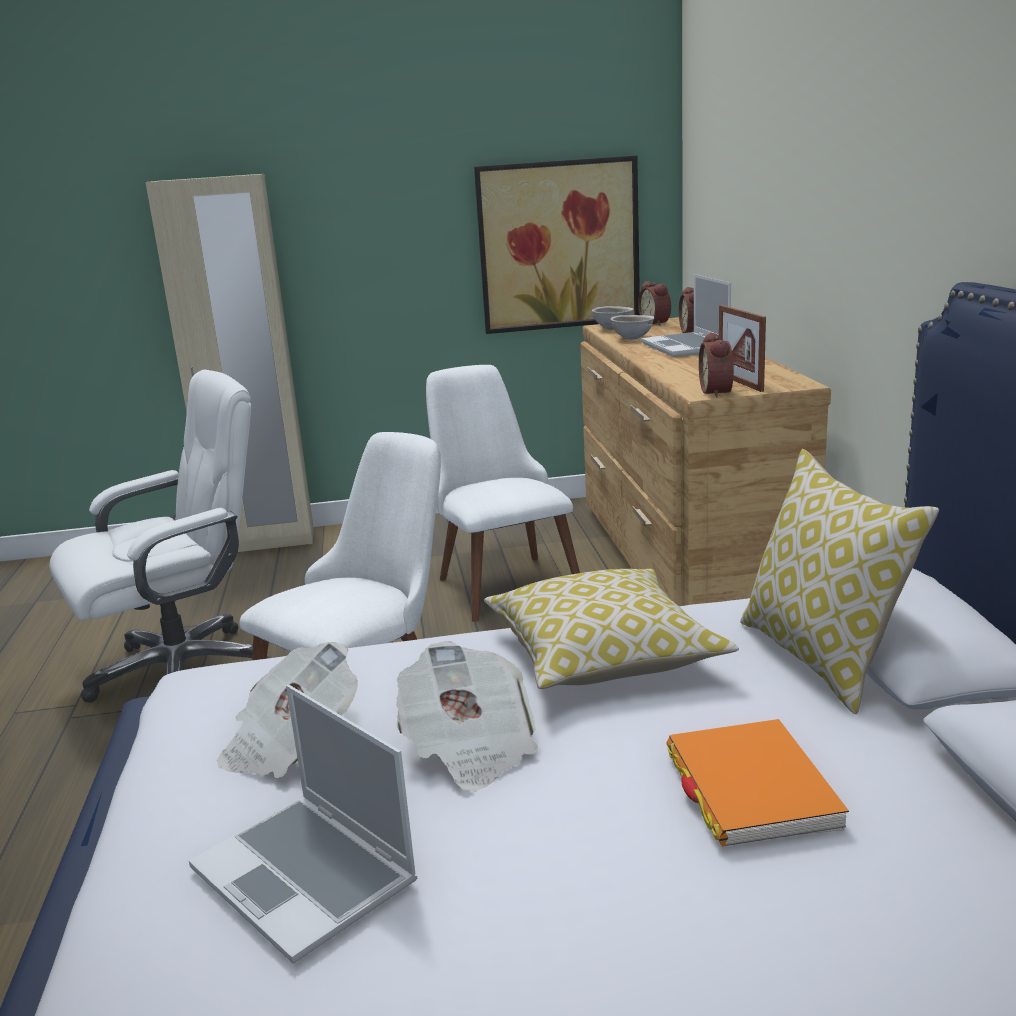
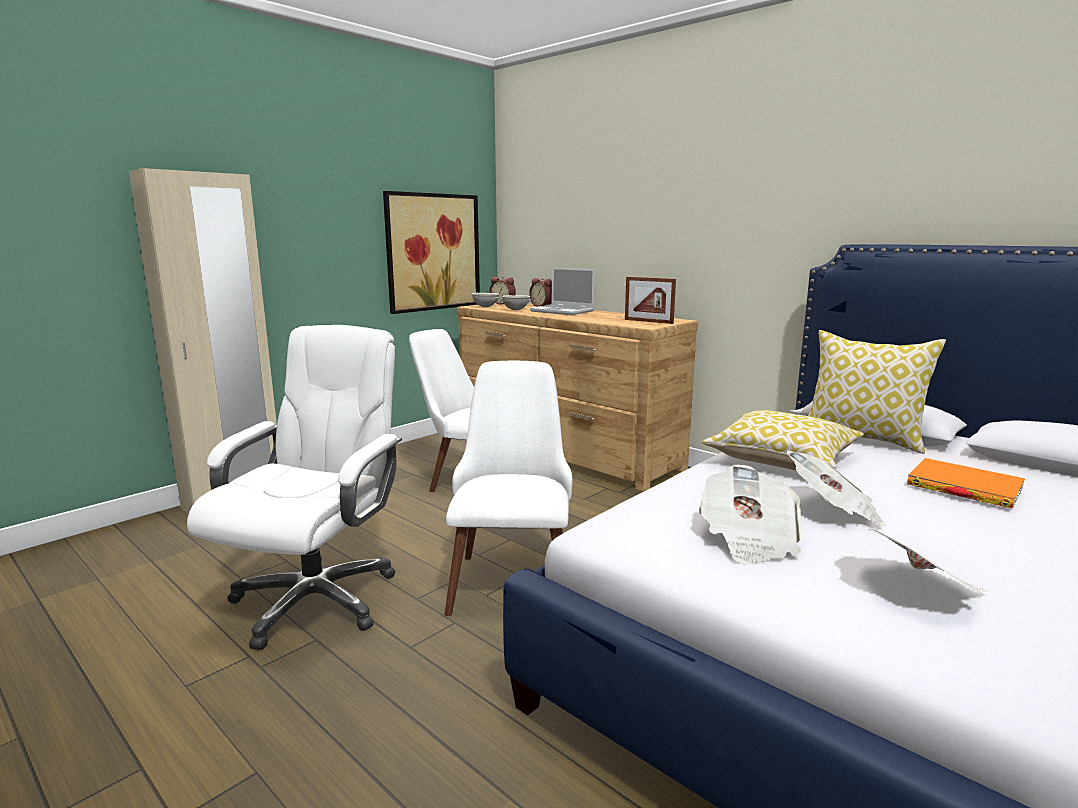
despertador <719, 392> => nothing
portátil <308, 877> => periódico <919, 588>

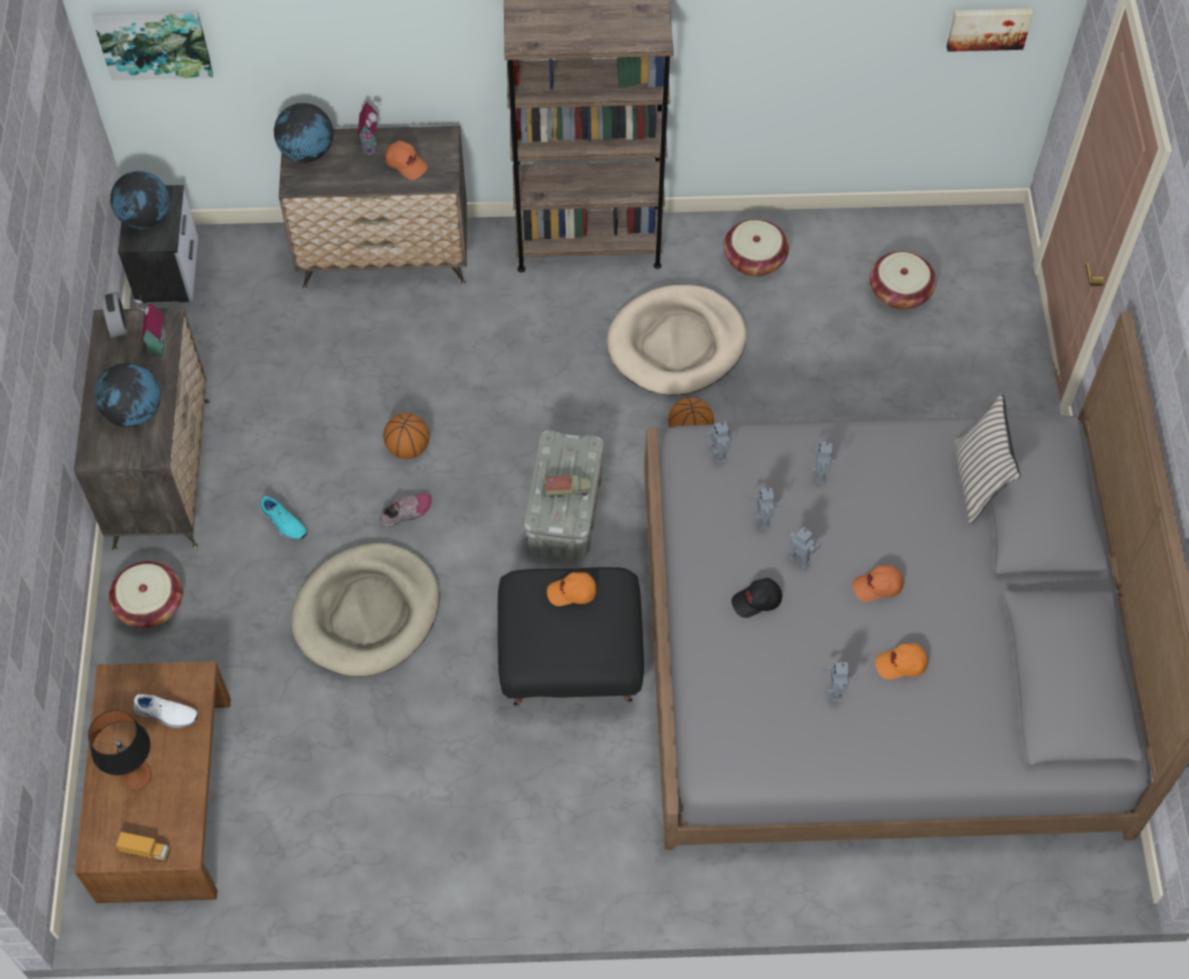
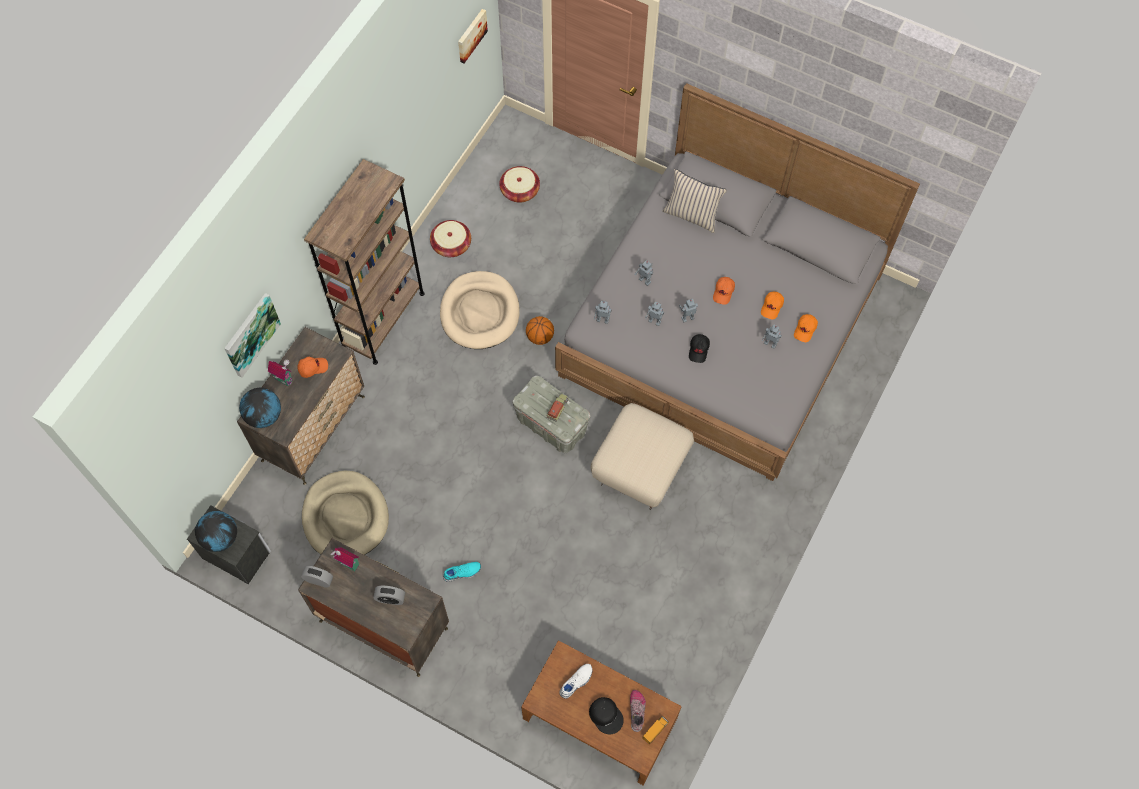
cuadro <154, 42> => cuadro <250, 334>, shifted
globo terráqueo <134, 413> => despertador <390, 598>
balón de baloncesto <408, 448> => nothing
zapato <406, 513> => zapato <637, 711>, shifted
cama para perro (beis) <367, 613> => cama para perro (beis) <345, 517>, shifted
cesta <150, 604> => nothing
puf (negro) <571, 661> => puf (beis) <641, 468>
gorra (naranja) <572, 593> => gorra (naranja) <805, 330>, shifted
lámpara de mesa <137, 776> => gorra (negro) <606, 715>

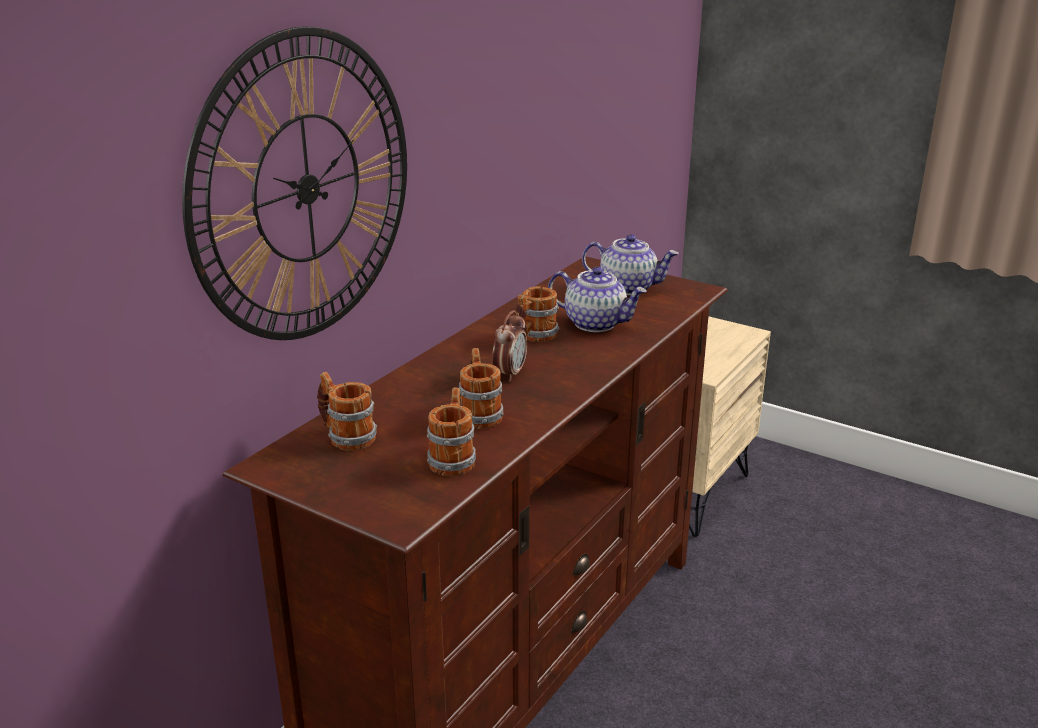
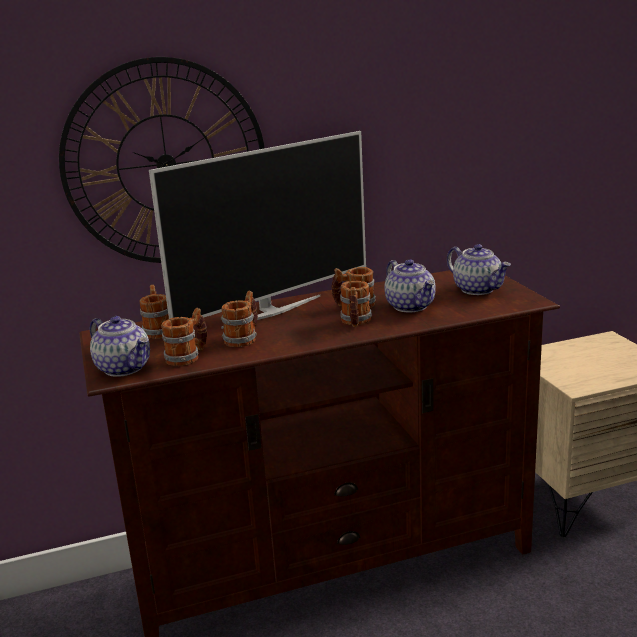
despertador <510, 374> => nothing
nothing => televisor <271, 311>
nothing => taza grande <355, 322>
nothing => tetera <124, 368>

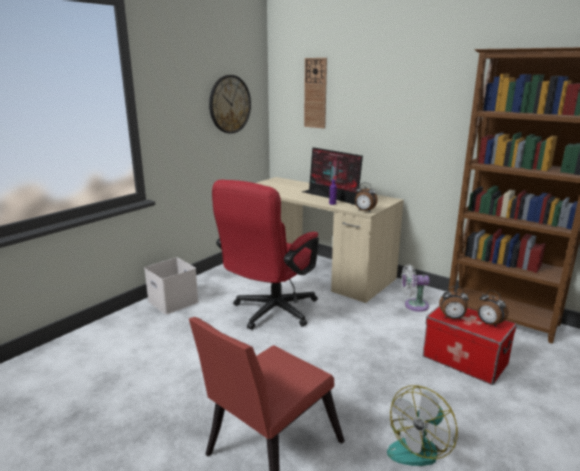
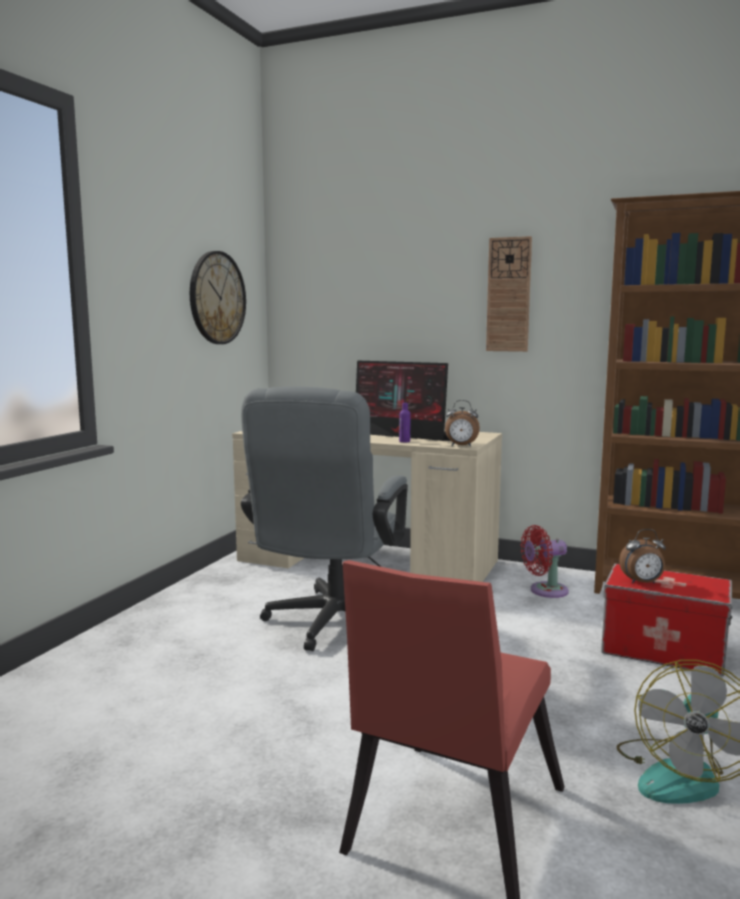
reloj de pared <315, 93> => reloj de pared <508, 295>, shifted
silla de oficina (rojo) <270, 313> => silla de oficina (gris) <330, 625>
caja de almacenaje (blanco) <172, 301> => nothing
ventilador (blanco) <413, 305> => ventilador (rojo) <545, 591>
despertador <489, 324> => nothing

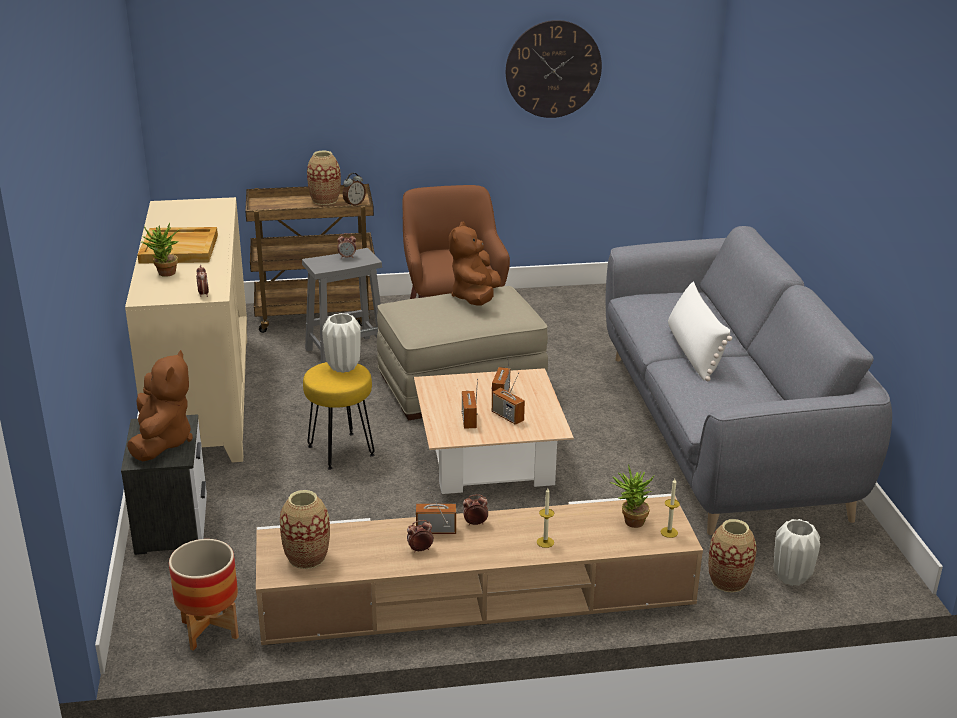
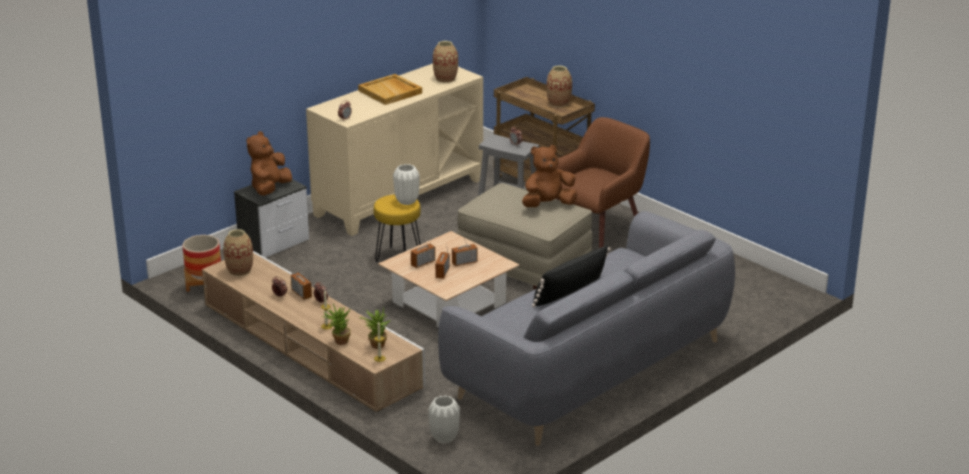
reloj de pared <553, 69> => nothing
despertador <354, 204> => nothing
planta en maceta <164, 274> => planta en maceta <338, 341>, shifted
cojín (blanco) <694, 352> => cojín (negro) <569, 292>
peluche (marrón) <162, 442> => peluche (marrón) <269, 189>, 150 degrees clockwise
florero <728, 581> => florero <445, 79>, shifted

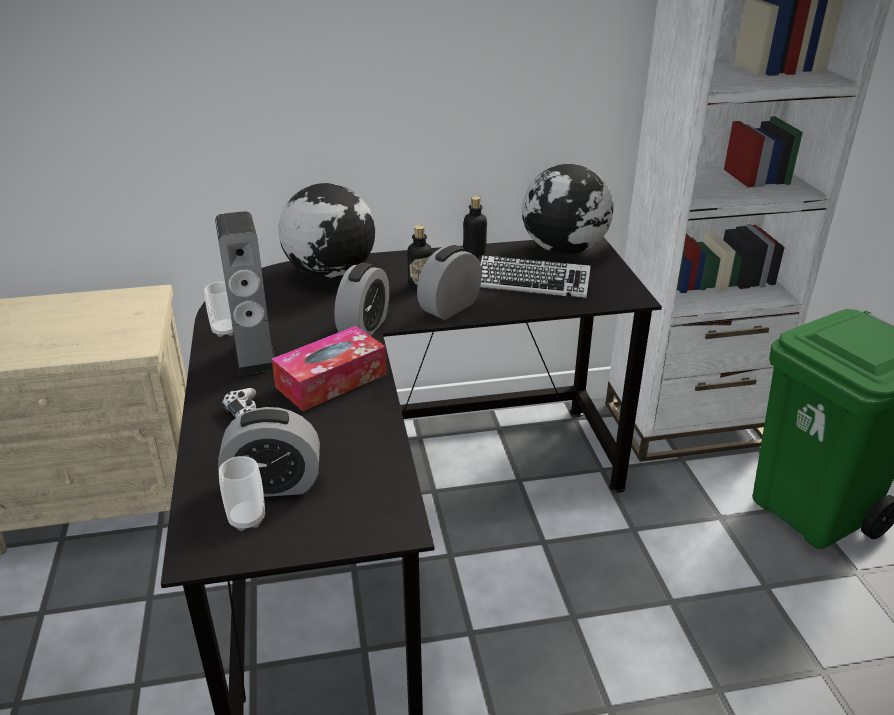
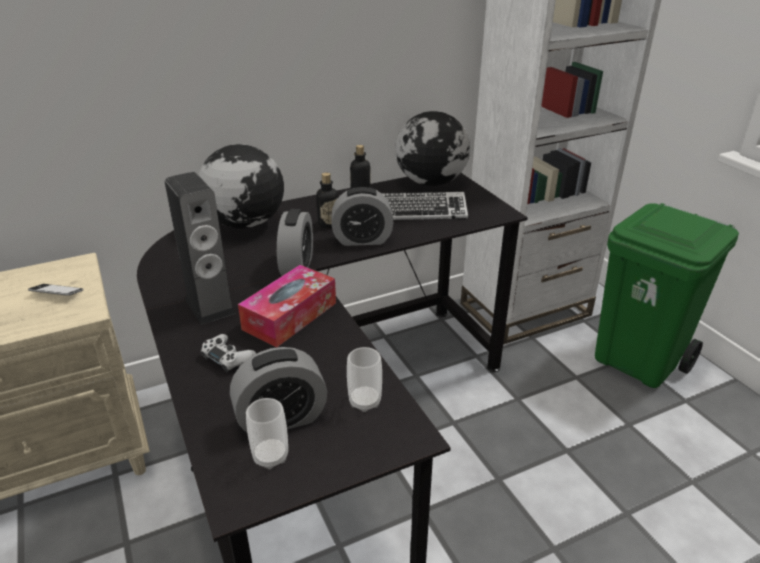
despertador <449, 307> => despertador <362, 240>, 120 degrees counterclockwise
taza <225, 331> => taza <364, 401>, shifted
nothing => móvil <57, 293>

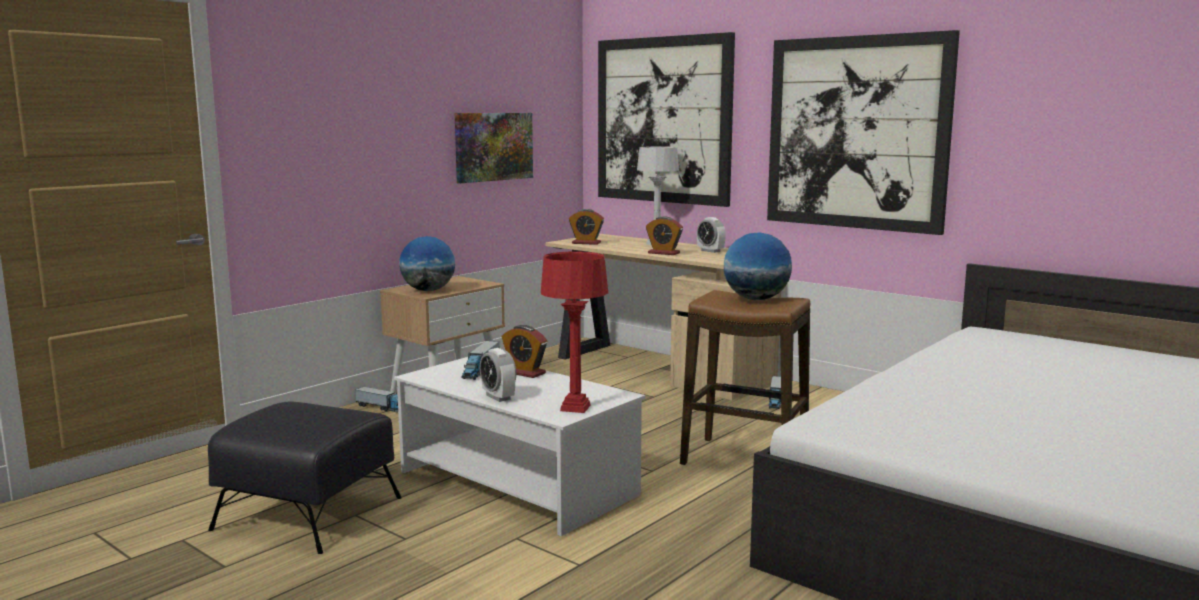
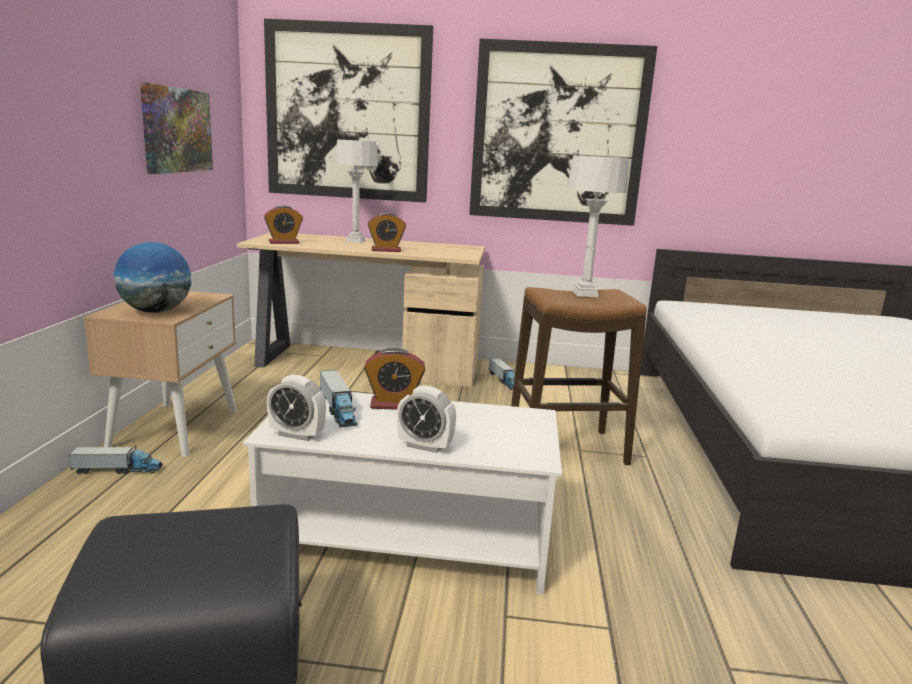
despertador <710, 251> => despertador <297, 435>, shifted
globo terráqueo <756, 299> => lámpara de mesa (gris) <585, 294>
lámpara de mesa (rojo) <575, 408> => nothing

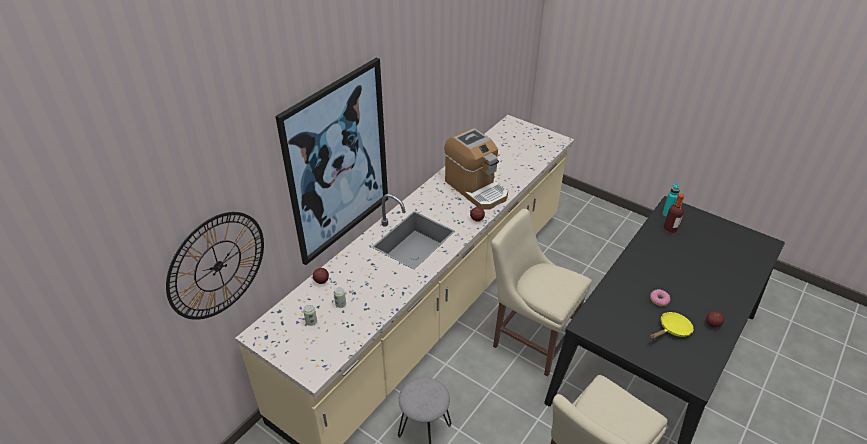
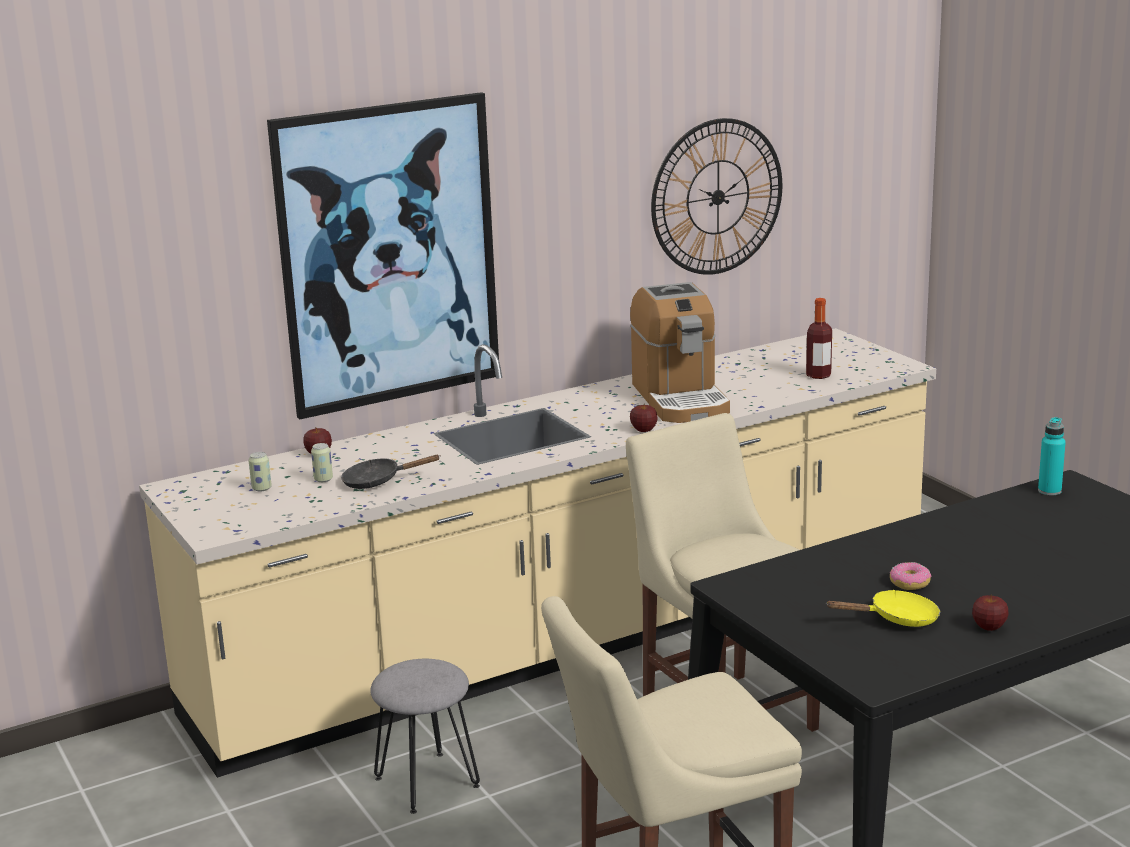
botella <670, 229> => botella <818, 375>, shifted
reloj de pared <217, 266> => reloj de pared <717, 197>, shifted
nothing => sartén (negro) <378, 481>

